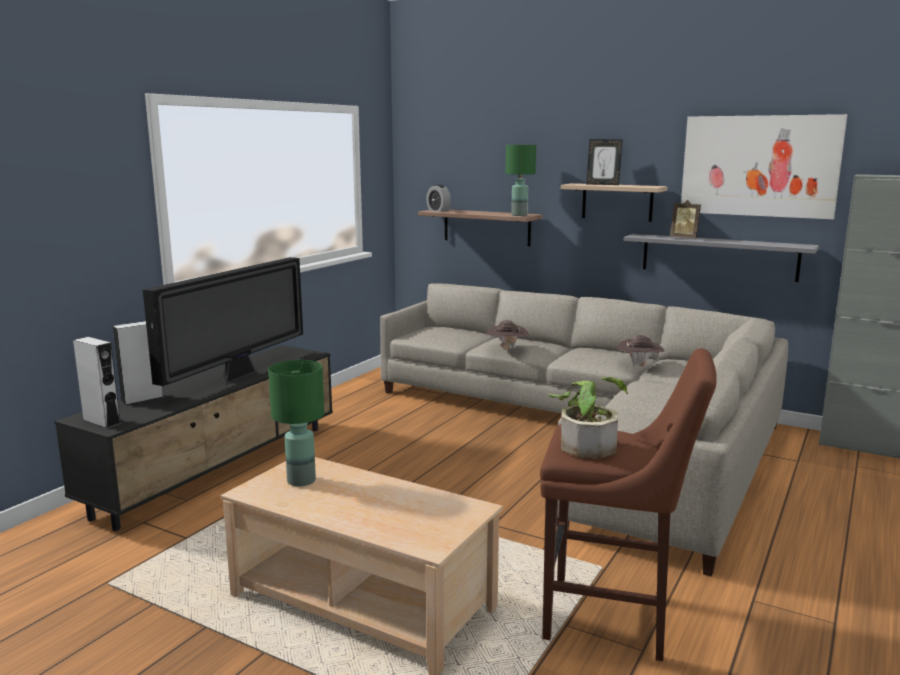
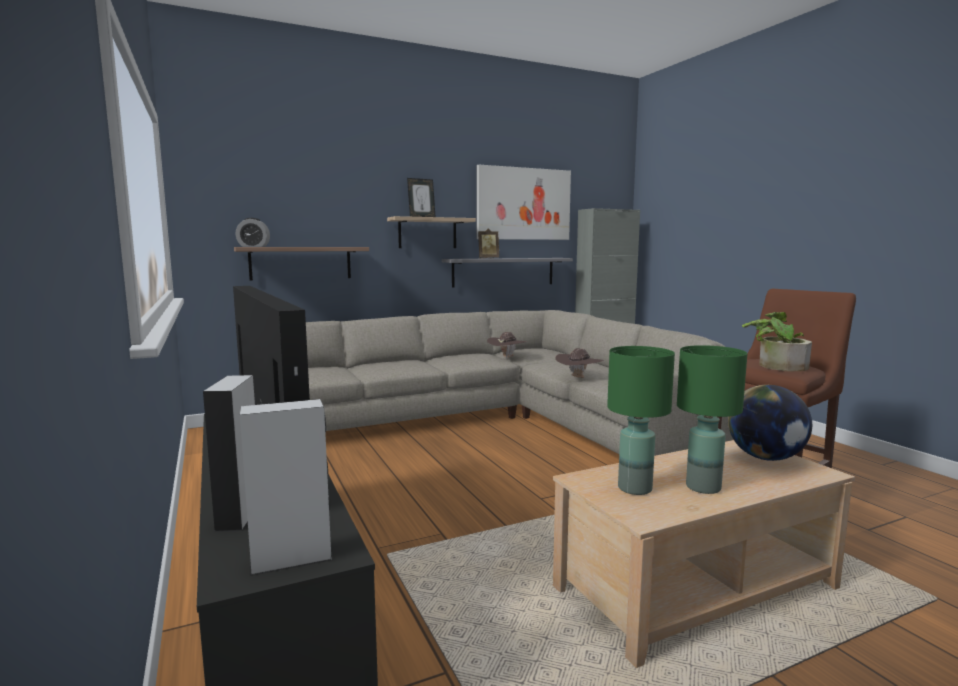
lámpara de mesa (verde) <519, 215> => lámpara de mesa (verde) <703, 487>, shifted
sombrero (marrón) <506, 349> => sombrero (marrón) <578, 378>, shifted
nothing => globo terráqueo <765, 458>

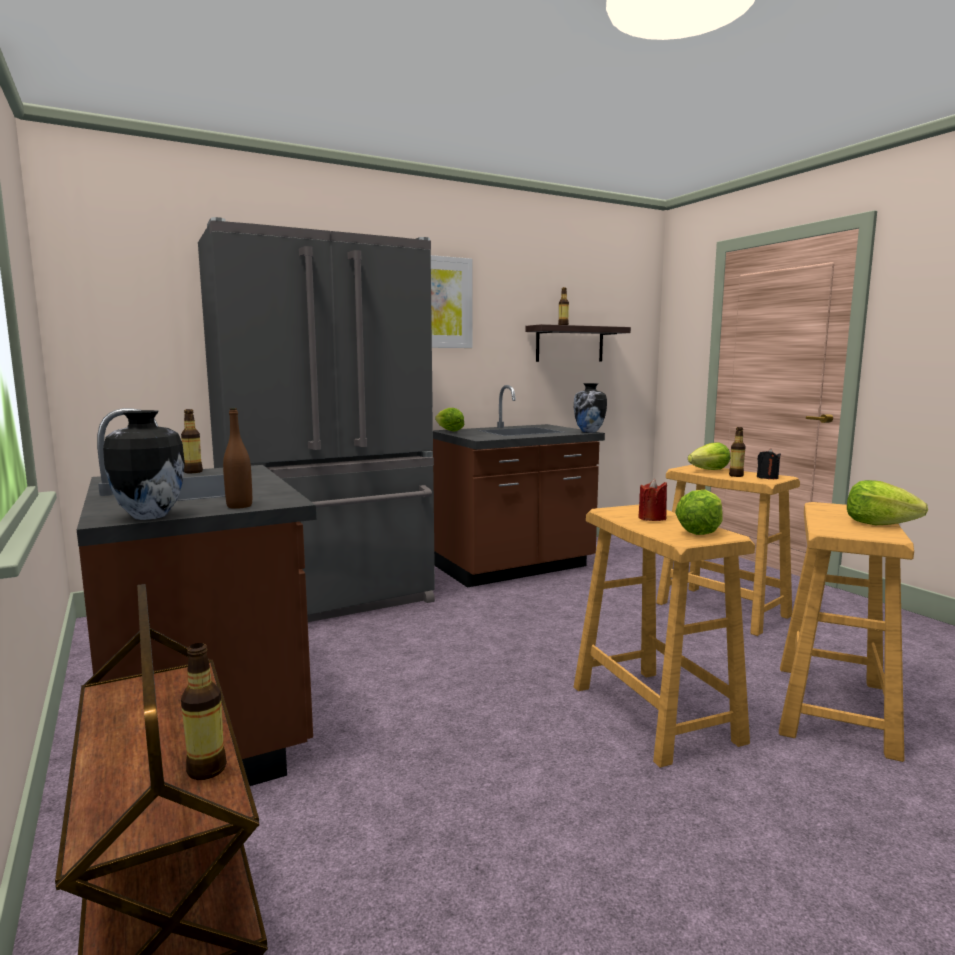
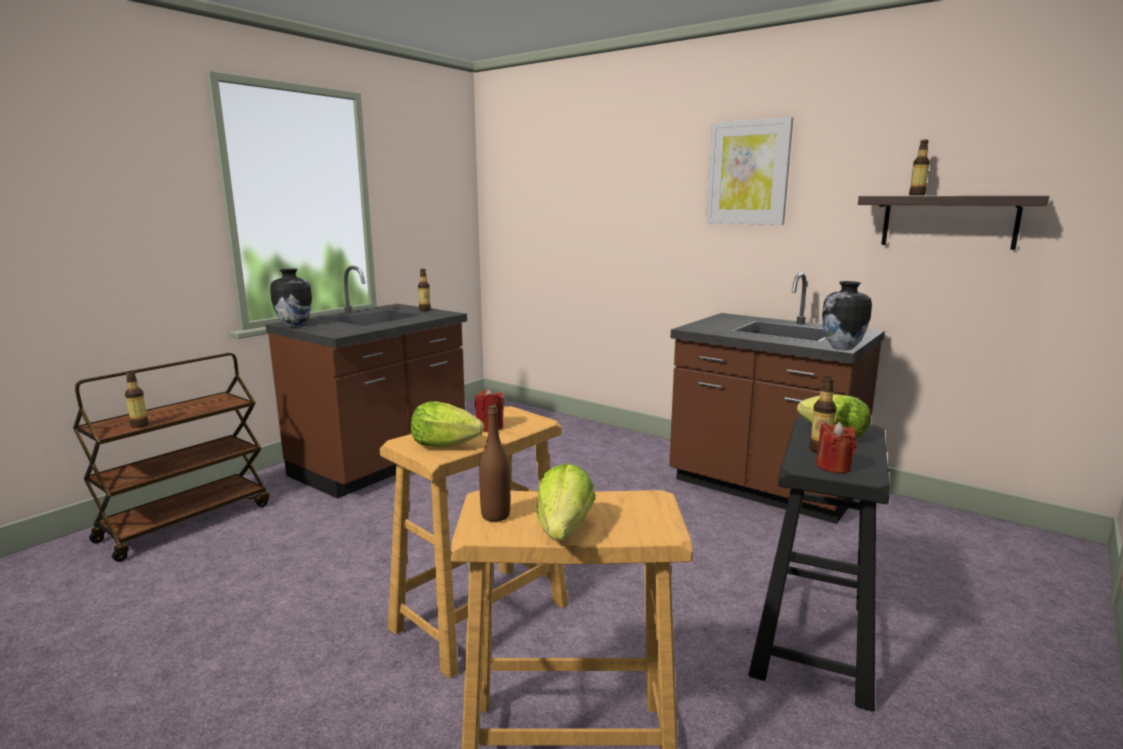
nevera (gris) <331, 601> => nothing
botella (marrón) <239, 506> => botella (marrón) <495, 515>, shifted
lechuga <449, 431> => nothing
vela (negro) <767, 477> => vela (rojo) <833, 467>
taburete (beis) <723, 610> => taburete (negro) <814, 641>

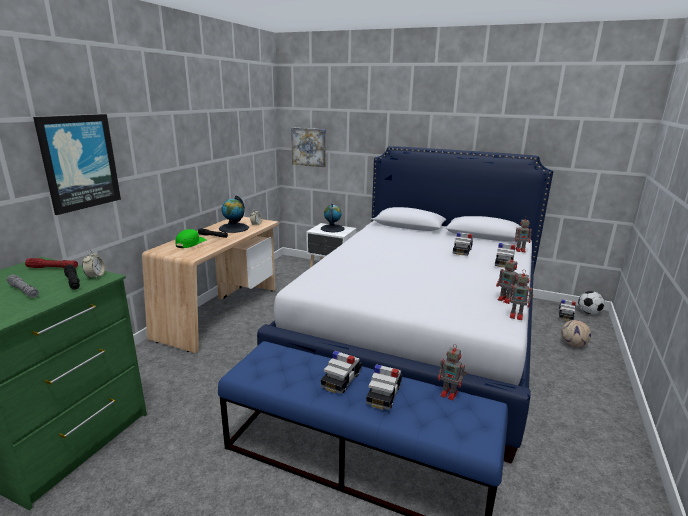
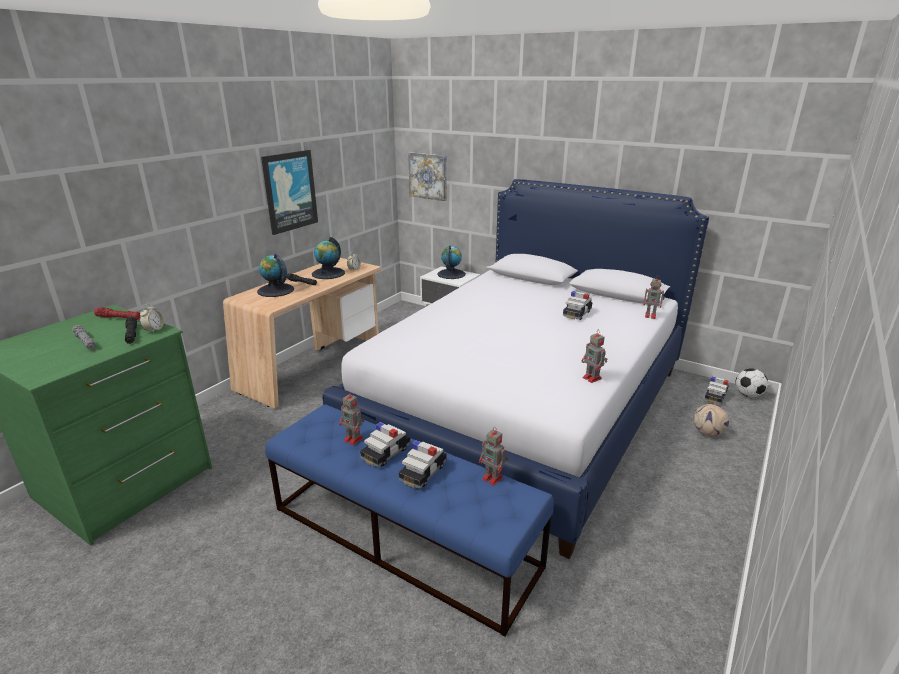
cuadro <79, 162> => cuadro <290, 191>, shifted
gorra (verde) <190, 243> => globo terráqueo <275, 290>
coche de juguete <504, 263> => nothing
robot de juguete <517, 316> => robot de juguete <354, 439>, shifted

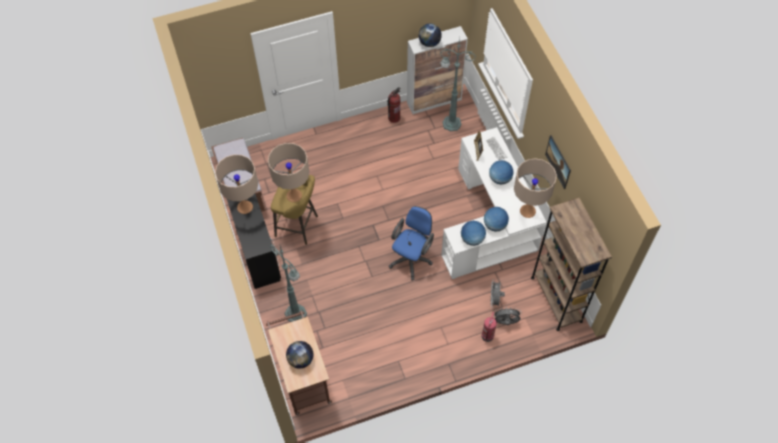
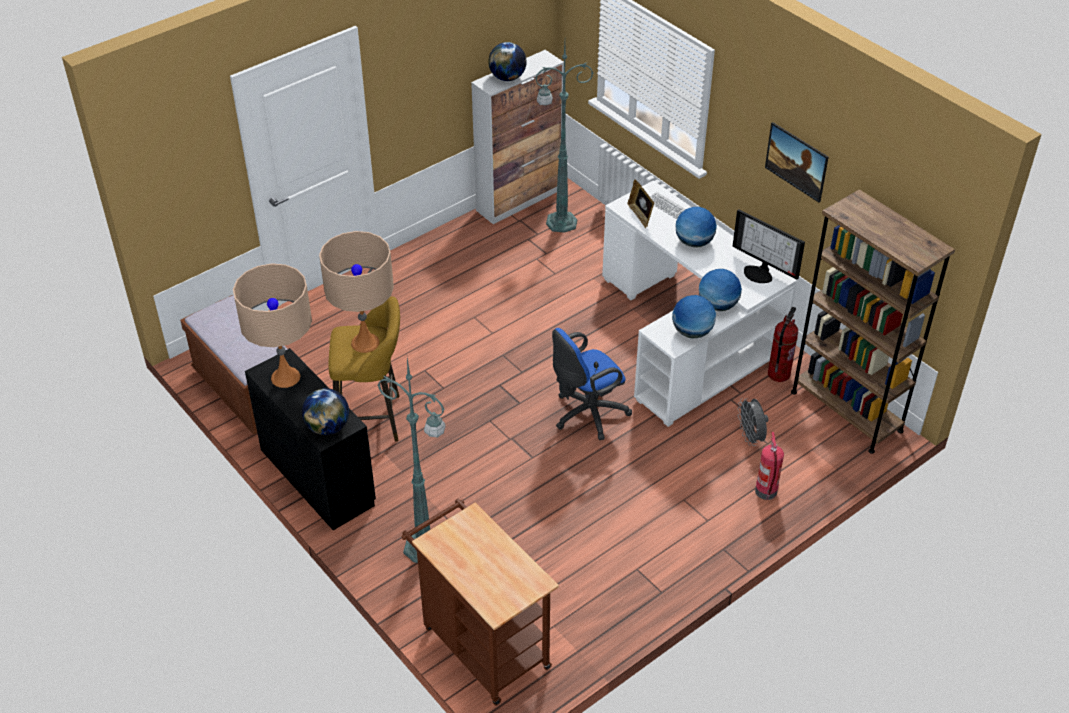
extintor <394, 118> => extintor <778, 374>, shifted
lámpara de mesa (beis) <528, 211> => monitor <760, 273>
silla de oficina (azul) <412, 258> => silla de oficina (azul) <586, 414>, 135 degrees counterclockwise
ventilador (gris) <505, 322> => nothing
globo terráqueo <301, 359> => globo terráqueo <328, 427>, shifted

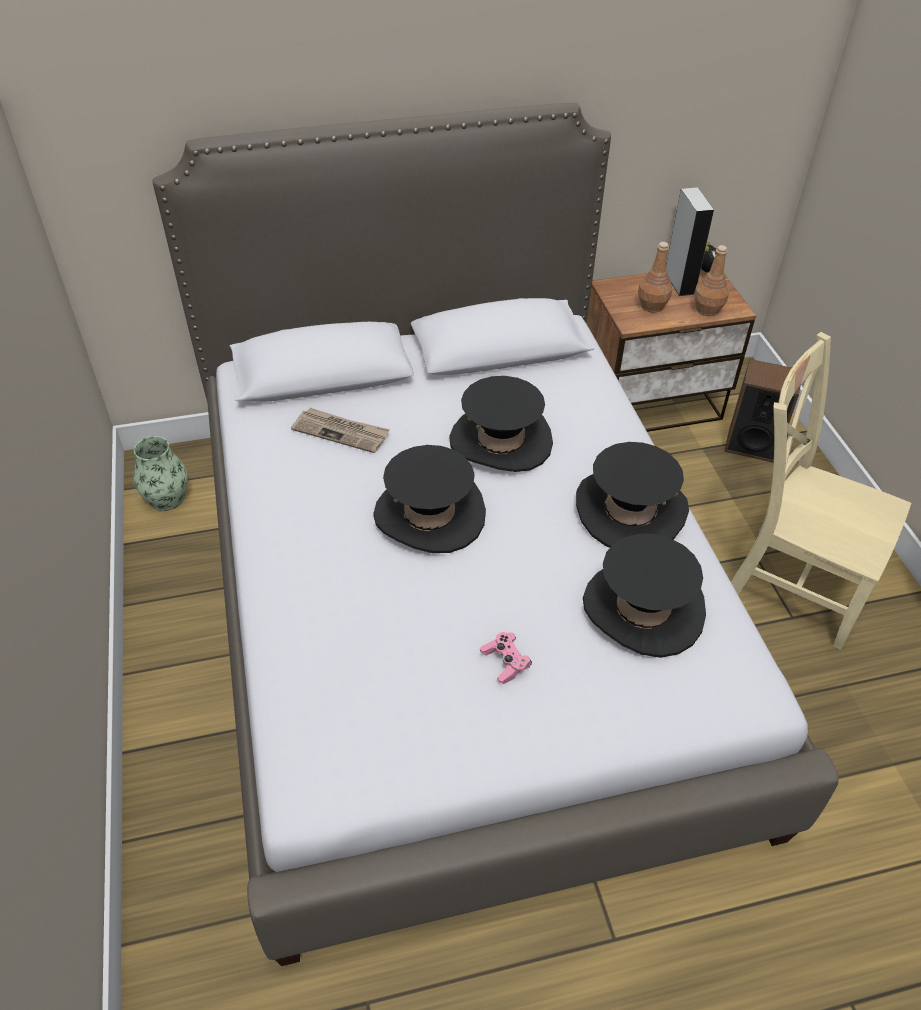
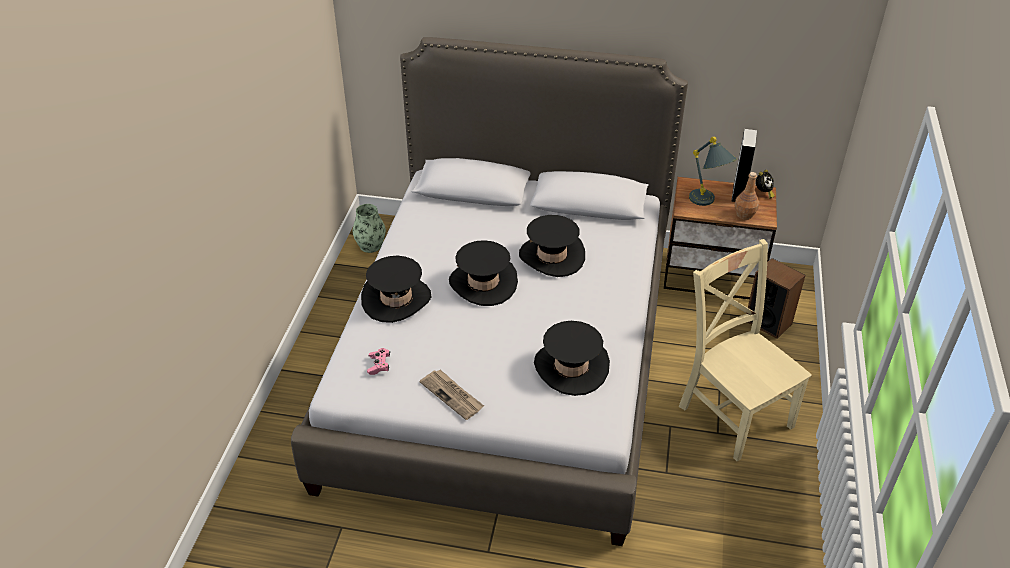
botella (marrón) <652, 306> => lámpara de mesa (gris) <707, 203>
periódico <341, 432> => periódico <452, 395>, shifted
sombrero (negro) <630, 511> => sombrero (negro) <396, 299>, shifted
mando de consola (rosa) <505, 662> => mando de consola (rosa) <379, 365>, shifted

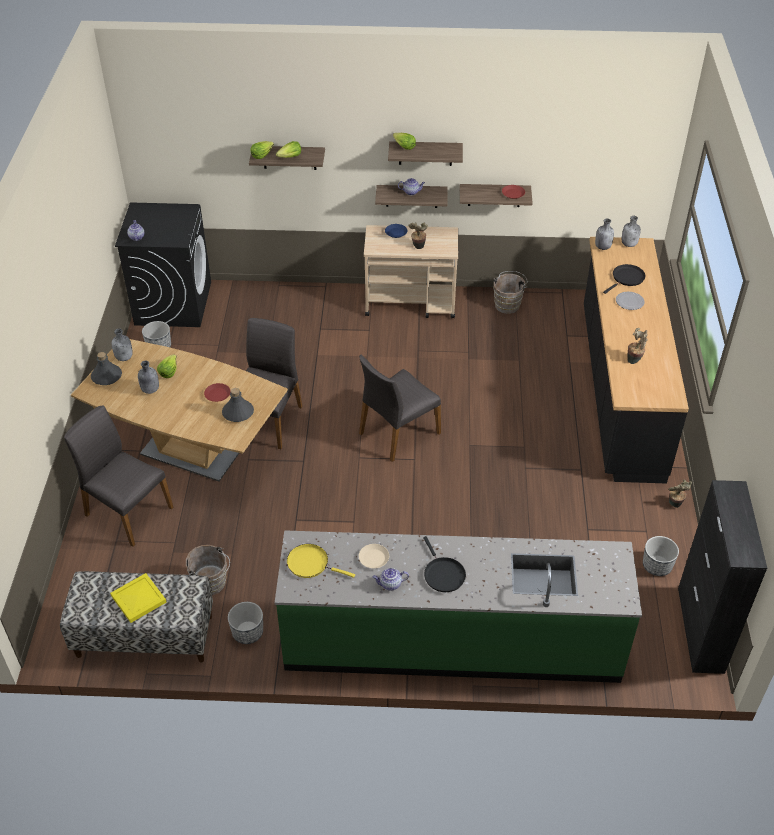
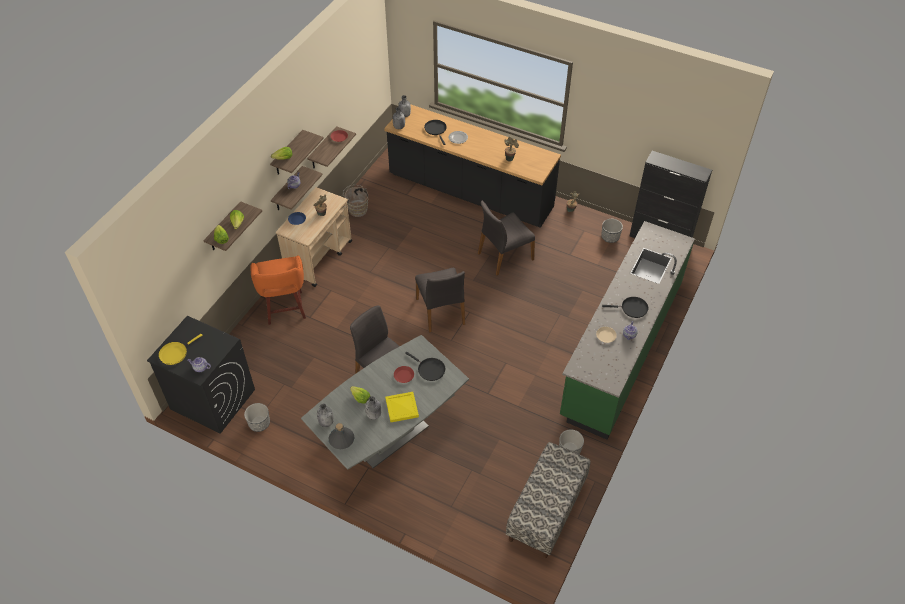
mesa de comedor (marrón) <190, 453> => mesa de comedor (gris) <390, 435>
botella (gris) <238, 413> => sartén (negro) <429, 369>
silla (gris) <127, 511> => silla (gris) <504, 256>, shifted
sartén (amarillo) <311, 564> => sartén (amarillo) <175, 353>, shifted
cubo (marrón) <211, 584> => nothing
bandeja (amarillo) <138, 600> => bandeja (amarillo) <402, 408>, shifted
nothing => taburete (naranja) <285, 309>

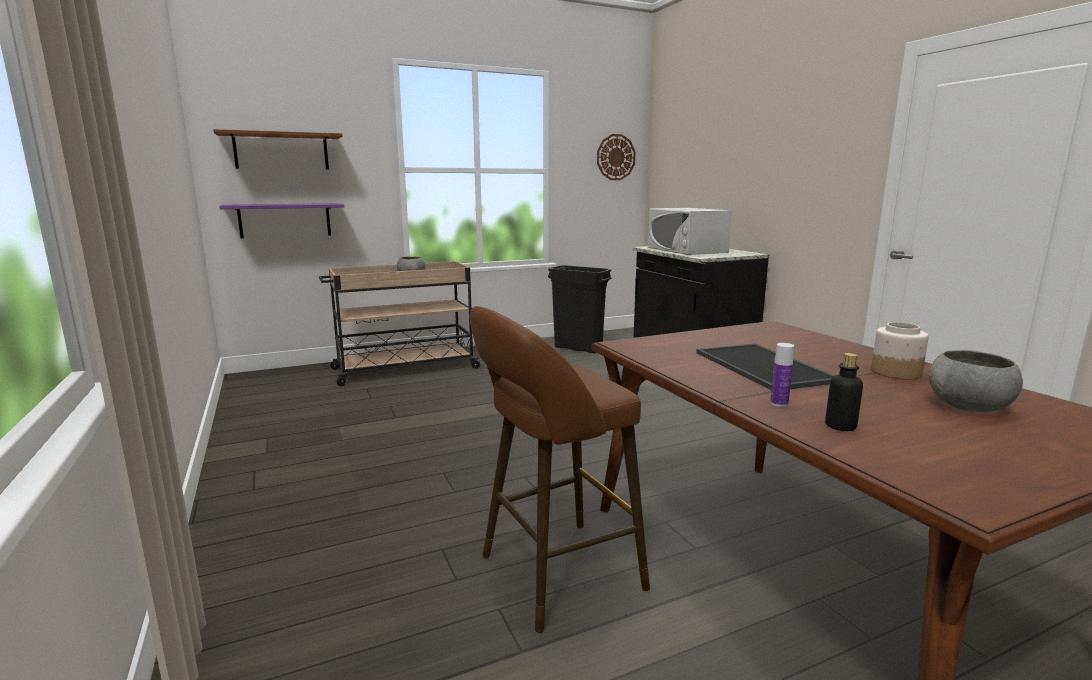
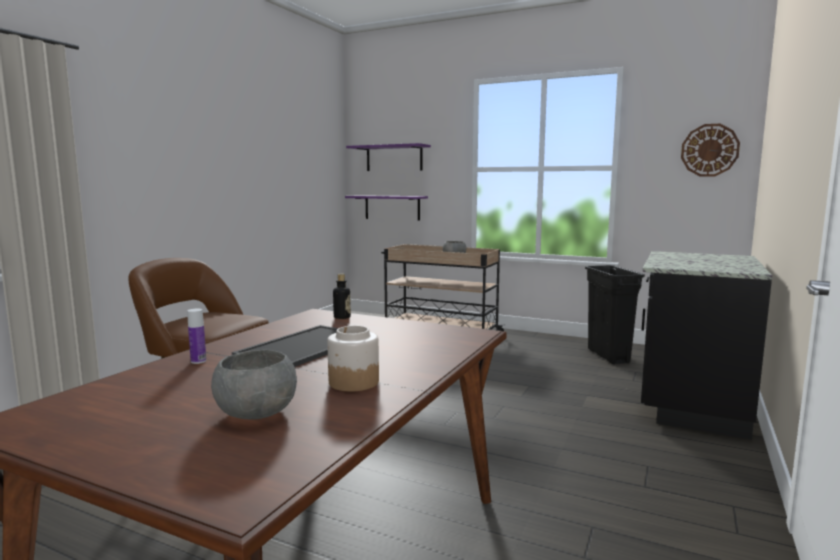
estante (marrón) <281, 151> => estante (morado) <394, 158>
microondas (blanco) <686, 250> => nothing
botella <840, 426> => botella <342, 317>, shifted

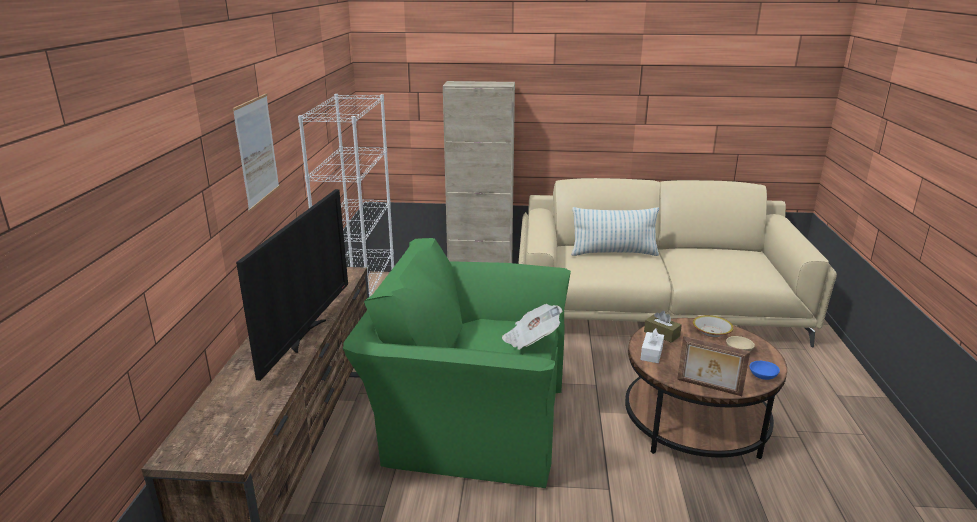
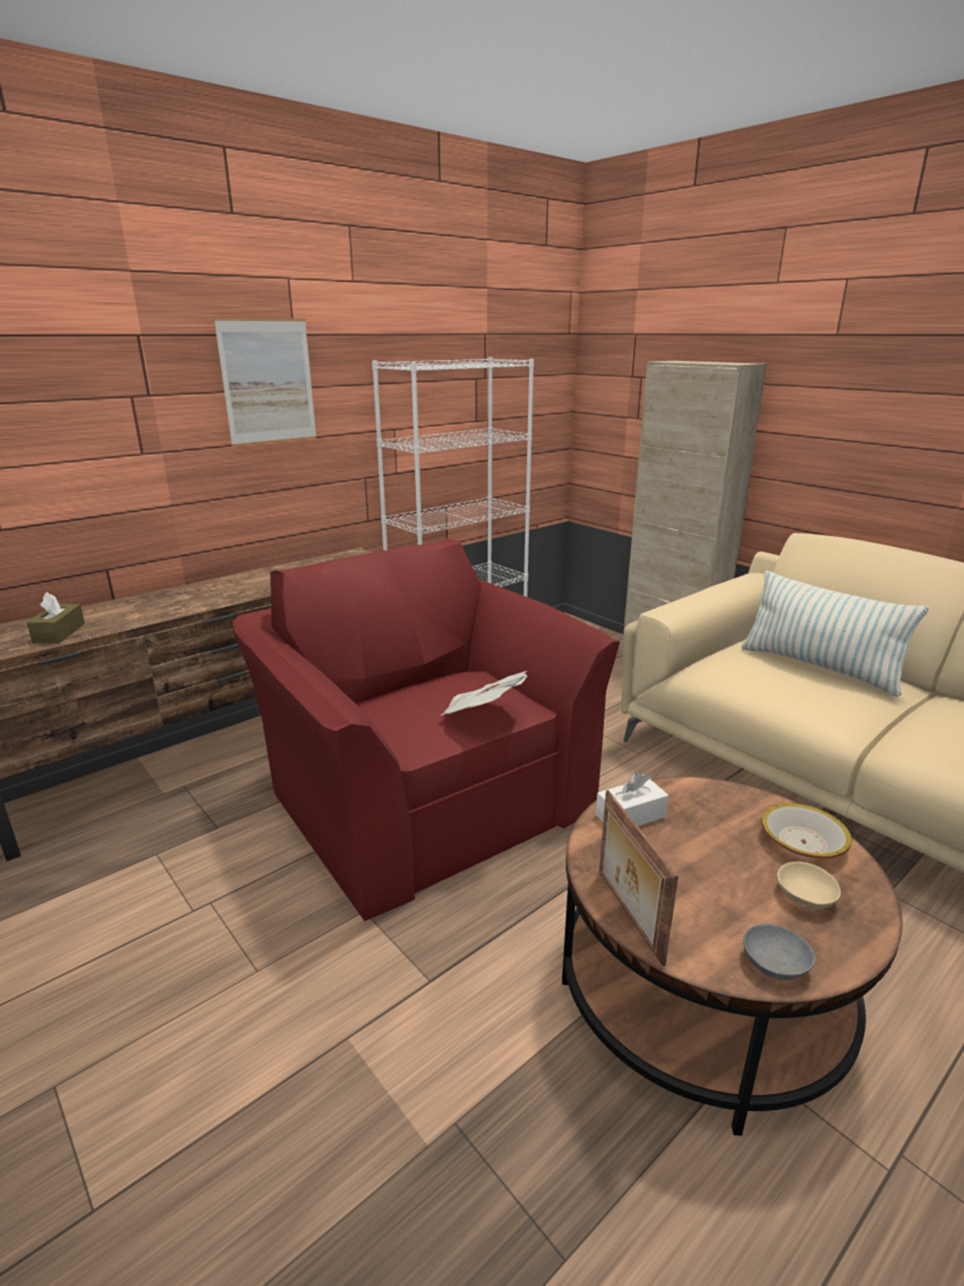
televisor <305, 335> => nothing
sillón (verde) <468, 416> => sillón (rojo) <421, 793>
caja de pañuelos (marrón) <661, 334> => caja de pañuelos (marrón) <59, 633>, shifted
cuenco (azul) <762, 375> => cuenco (gris) <776, 962>

